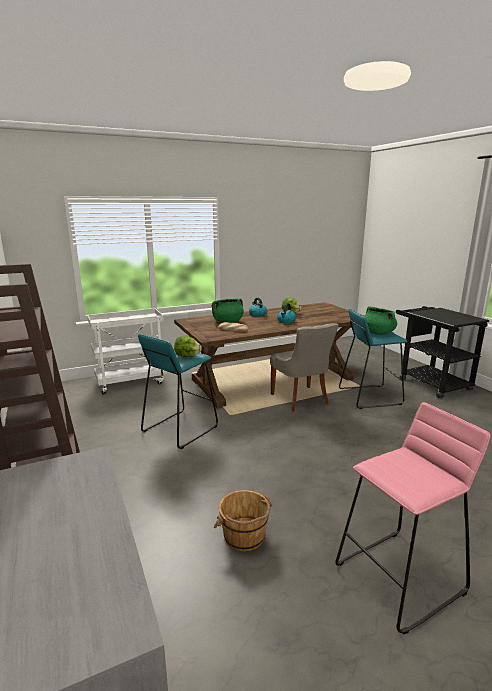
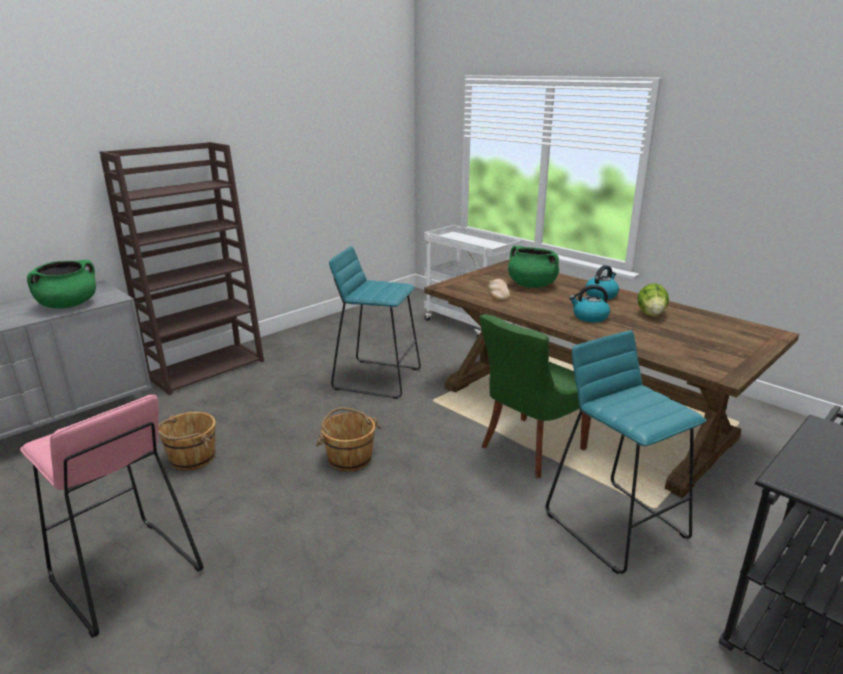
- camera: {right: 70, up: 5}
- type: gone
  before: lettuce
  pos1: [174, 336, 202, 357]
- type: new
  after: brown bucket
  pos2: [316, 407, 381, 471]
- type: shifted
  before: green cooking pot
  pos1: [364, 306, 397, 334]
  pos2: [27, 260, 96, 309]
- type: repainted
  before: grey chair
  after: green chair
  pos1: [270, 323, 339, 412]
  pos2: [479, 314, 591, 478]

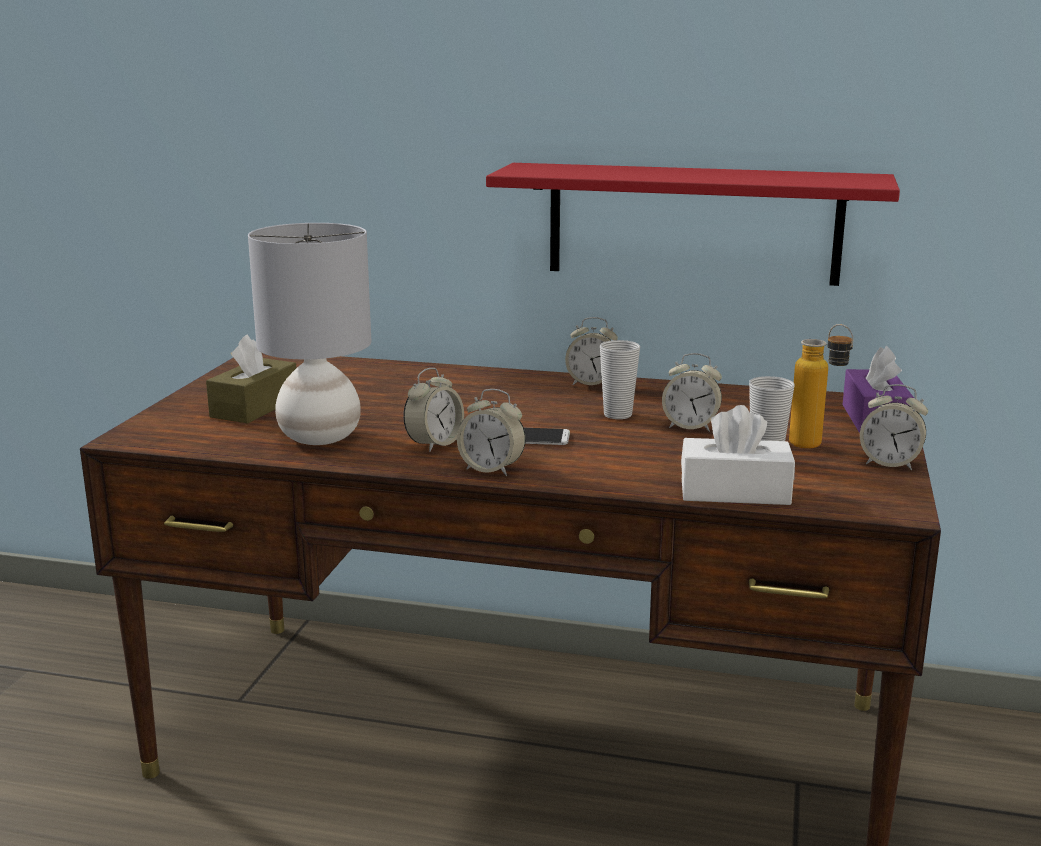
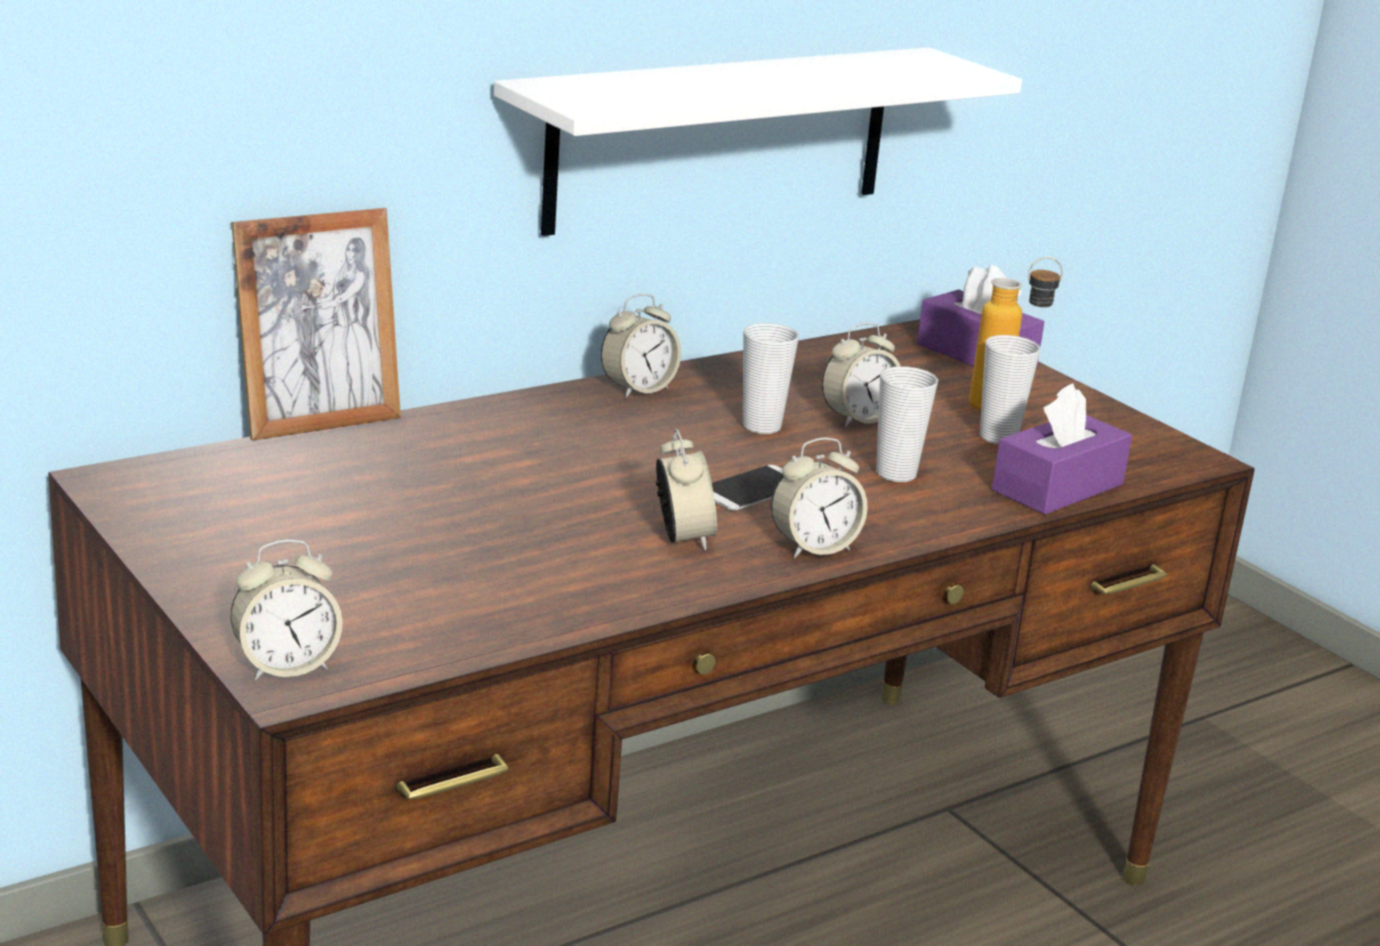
- camera: {right: -50, up: 5}
- type: gone
  before: brown tissue box
  pos1: [206, 334, 296, 423]
- type: gone
  before: grey table lamp
  pos1: [248, 223, 371, 445]
- type: new
  after: picture frame
  pos2: [231, 208, 401, 441]
- type: new
  after: cup
  pos2: [876, 366, 938, 482]
- type: shifted
  before: alarm clock
  pos1: [860, 384, 928, 470]
  pos2: [230, 539, 343, 681]
- type: repainted
  before: red shelf
  after: white shelf
  pos1: [486, 163, 900, 286]
  pos2: [494, 47, 1022, 236]
- type: repainted
  before: white tissue box
  after: purple tissue box
  pos1: [681, 405, 795, 505]
  pos2: [992, 383, 1132, 515]

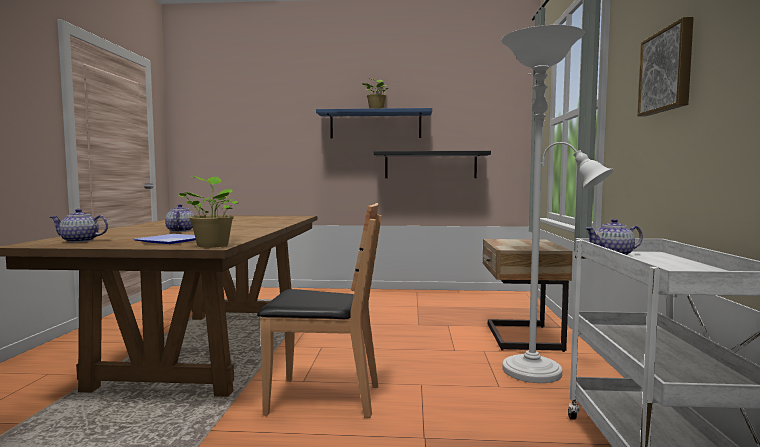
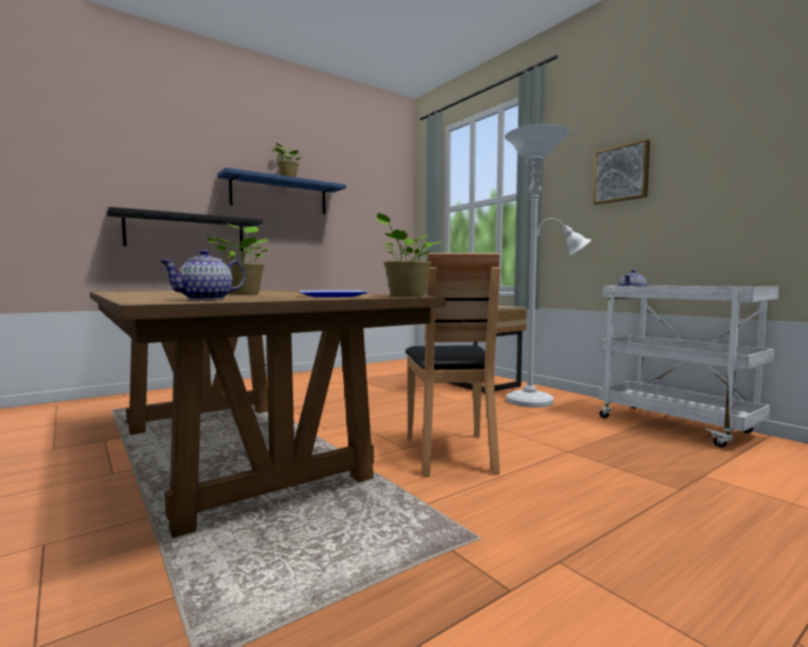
- camera: {right: -40, up: 0}
- type: shifted
  before: black shelf
  pos1: [374, 151, 491, 178]
  pos2: [107, 207, 263, 251]
- type: swapped
  before: teapot
  after: potted plant
  pos1: [165, 204, 195, 232]
  pos2: [207, 223, 269, 295]
- type: rotated
  before: brown chair
  pos1: [257, 203, 382, 418]
  pos2: [405, 253, 500, 476]
  turn: 120

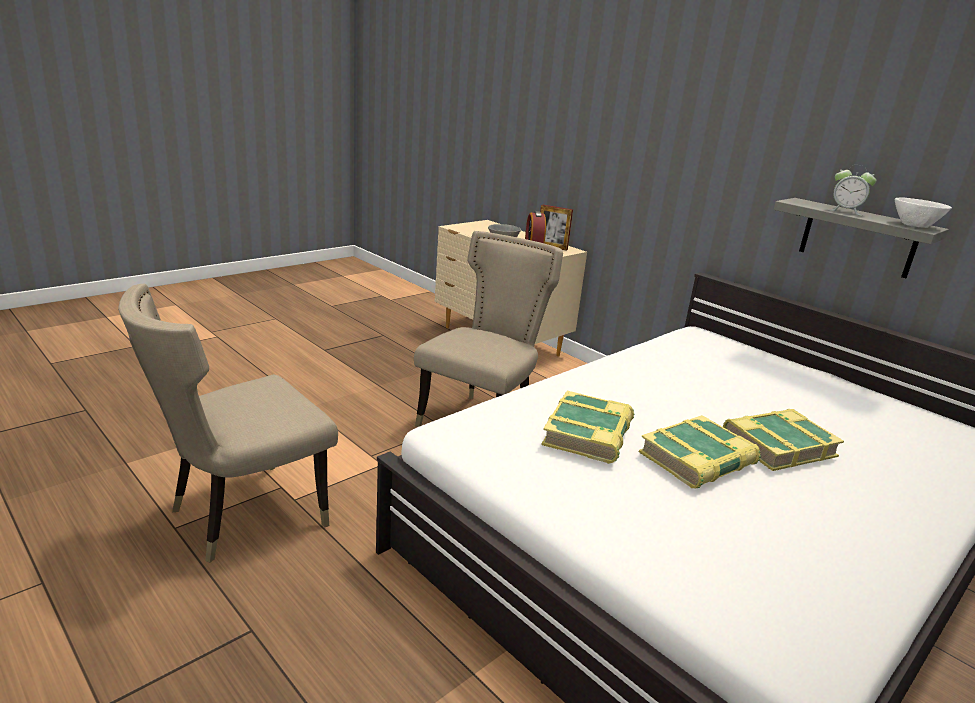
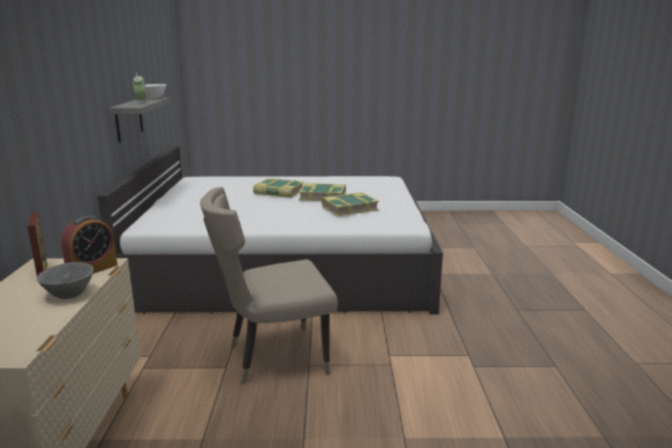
- camera: {right: -135, up: -5}
- type: gone
  before: beige chair
  pos1: [118, 284, 338, 563]

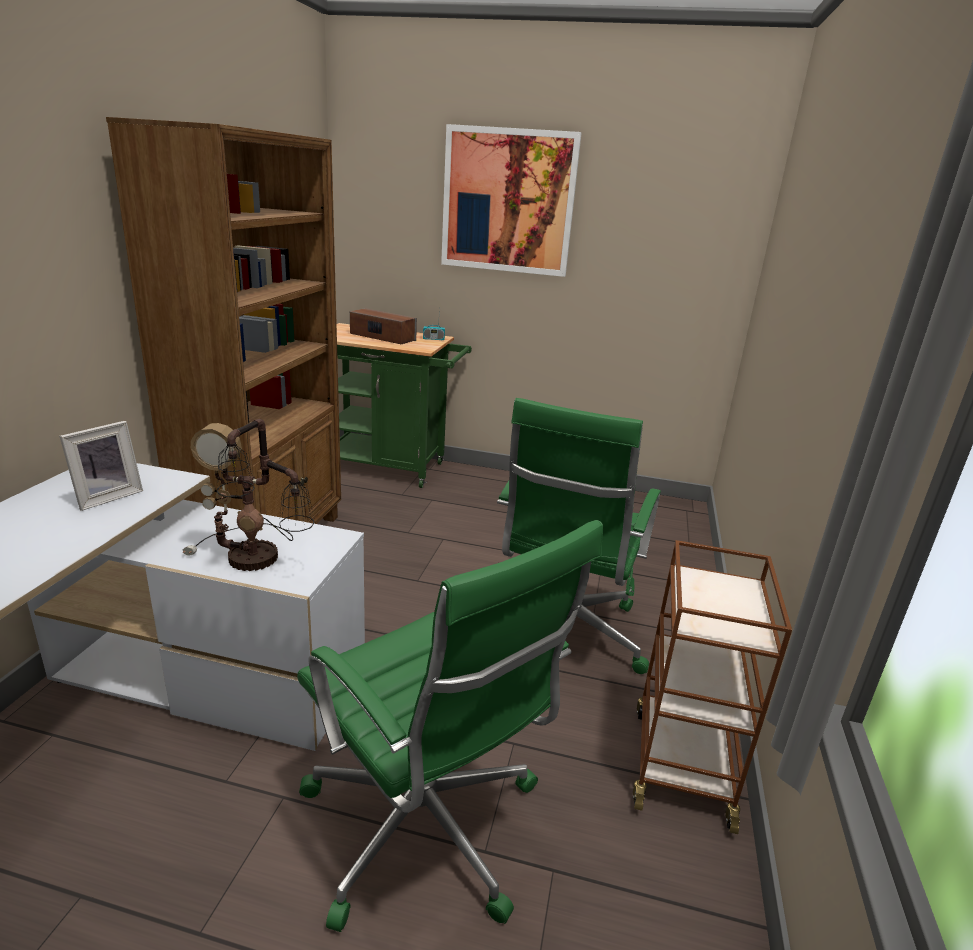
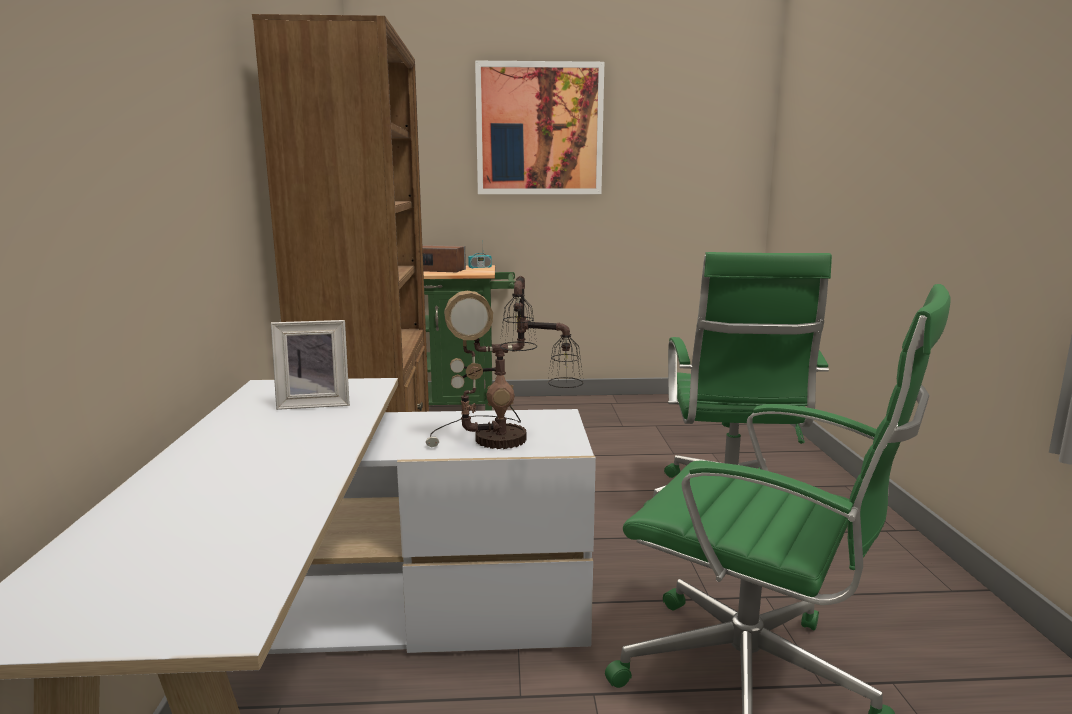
- camera: {right: -15, up: -10}
- type: gone
  before: brown cart
  pos1: [633, 540, 792, 834]
- type: rotated
  before: picture frame
  pos1: [59, 421, 143, 511]
  pos2: [271, 320, 350, 410]
  turn: 60

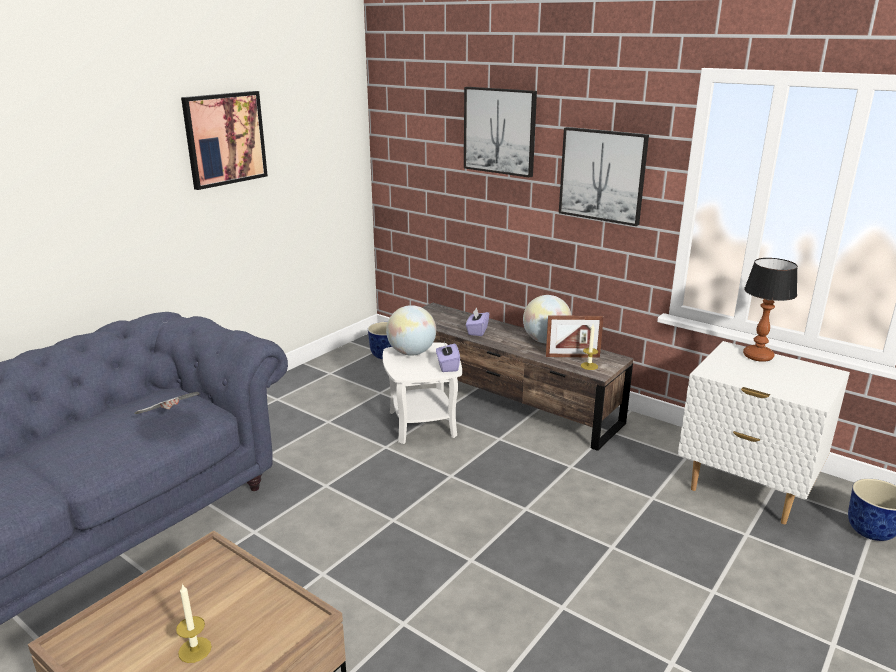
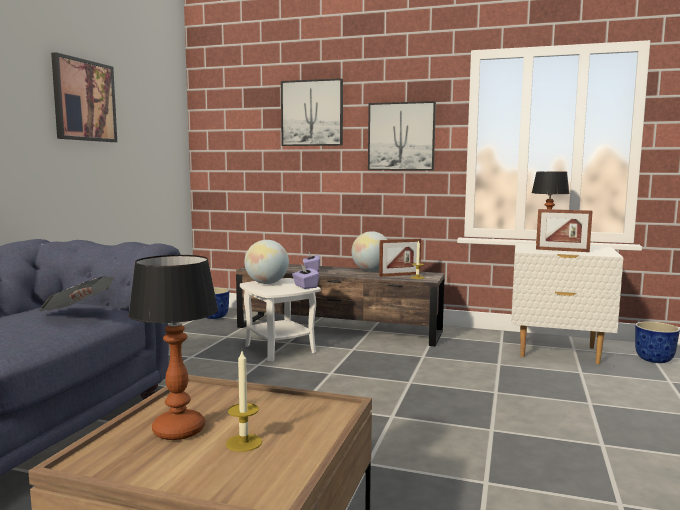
- camera: {right: -20, up: -15}
- type: new
  after: table lamp
  pos2: [128, 255, 218, 440]
- type: new
  after: picture frame
  pos2: [536, 209, 593, 252]

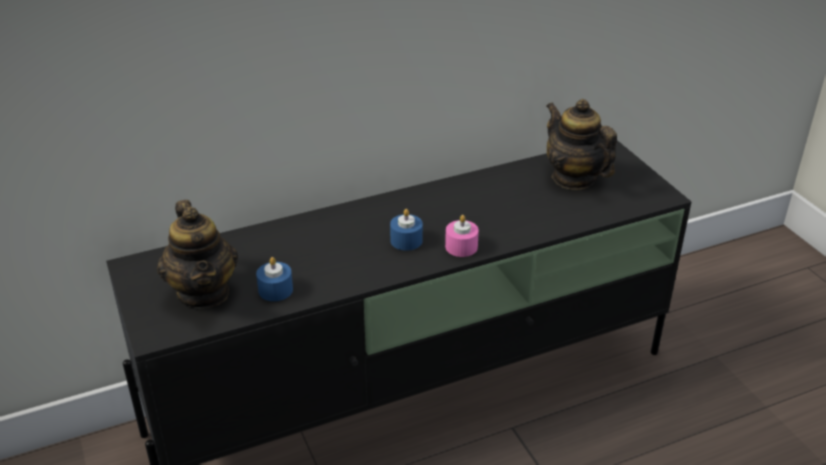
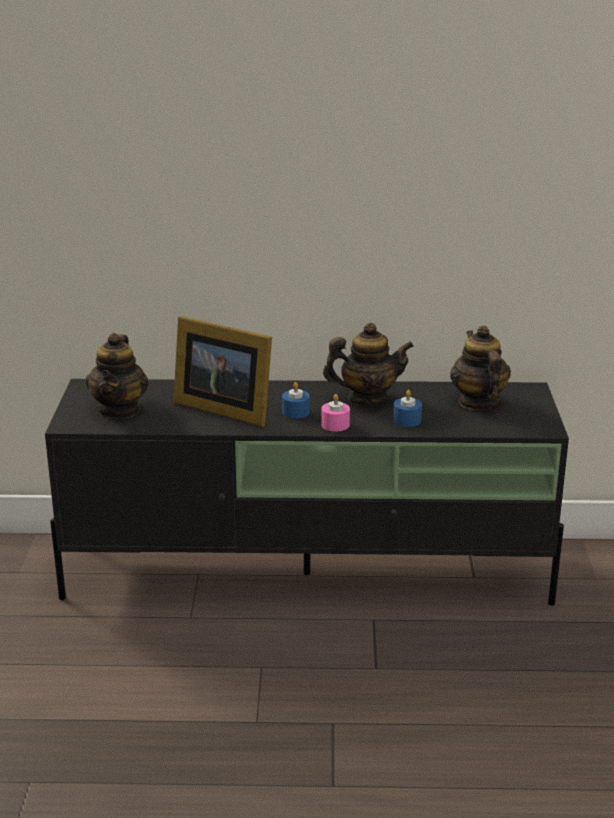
- camera: {right: 25, up: -10}
- type: new
  after: picture frame
  pos2: [173, 316, 272, 427]
- type: new
  after: teapot
  pos2: [323, 322, 414, 405]
- type: shifted
  before: blue candle
  pos1: [256, 257, 293, 301]
  pos2: [393, 390, 422, 427]

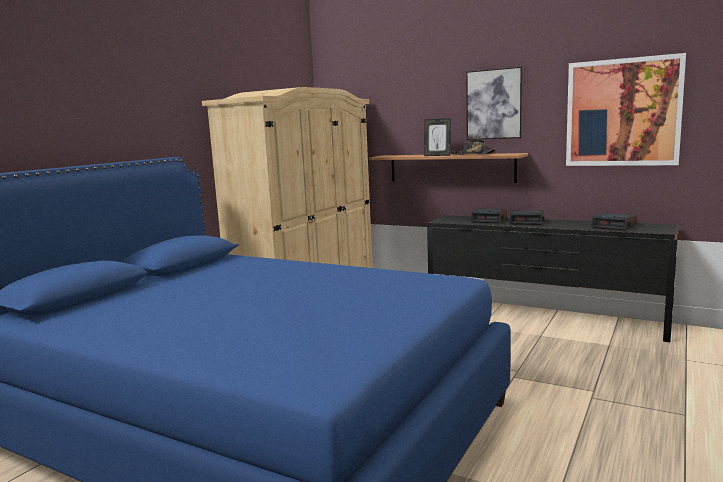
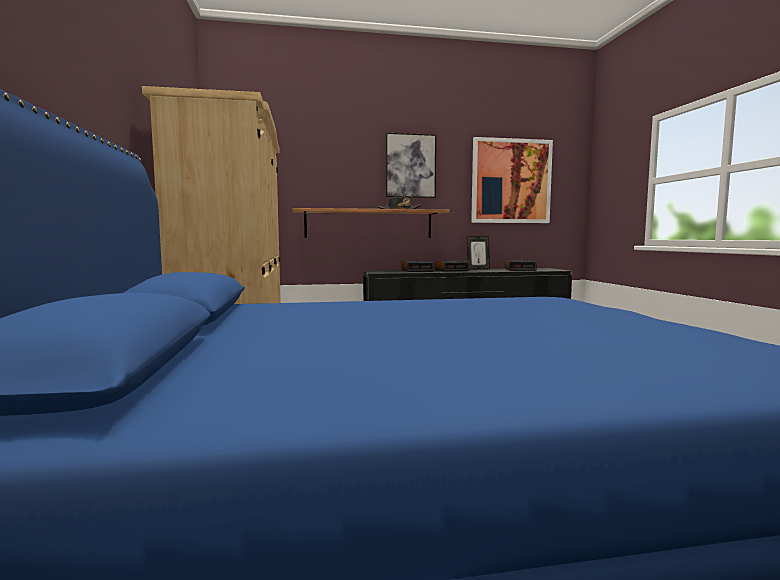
- camera: {right: -40, up: -5}
- type: shifted
  before: picture frame
  pos1: [424, 118, 451, 156]
  pos2: [467, 236, 490, 270]

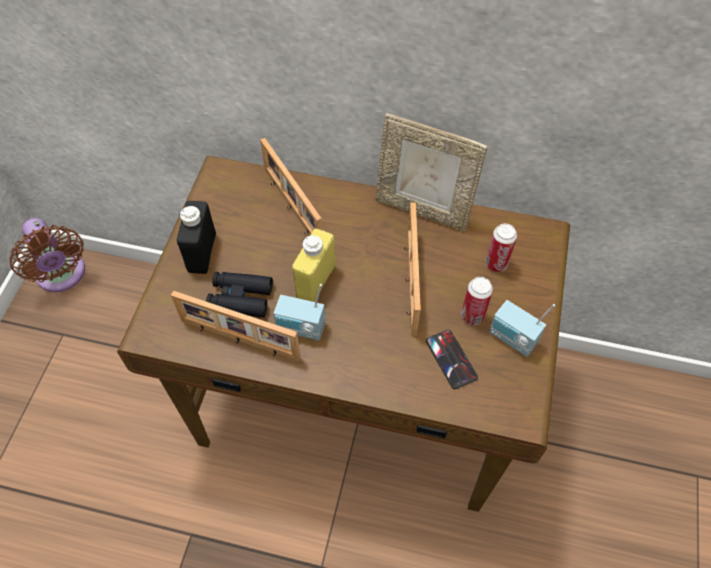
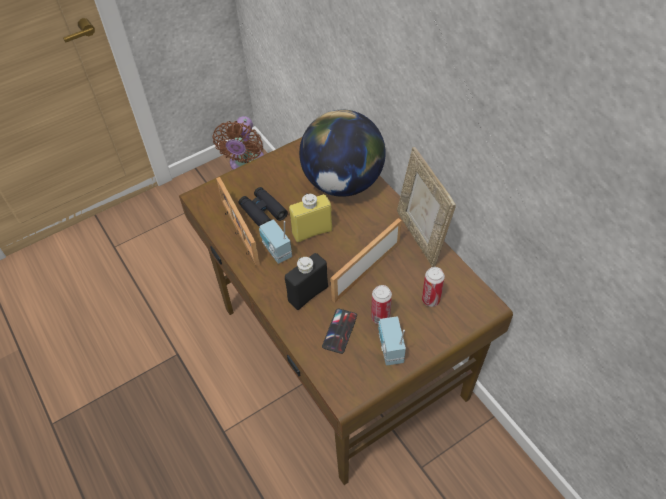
- camera: {right: 45, up: -5}
- type: shifted
  before: black bottle
  pos1: [177, 201, 216, 274]
  pos2: [285, 253, 328, 310]
- type: swapped
  before: picture frame
  after: globe
  pos1: [260, 138, 322, 235]
  pos2: [299, 110, 385, 197]

